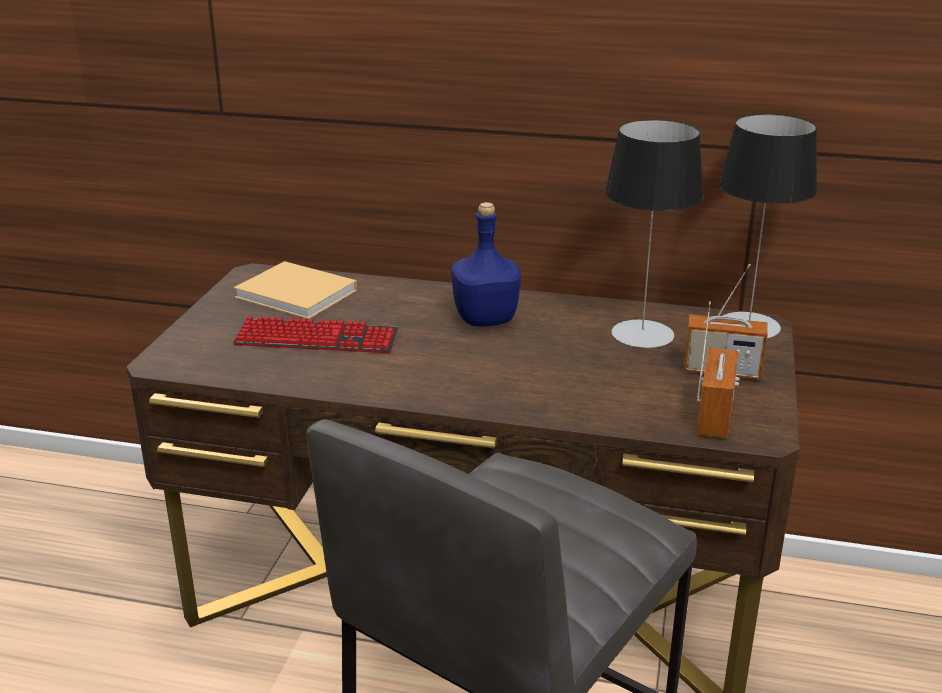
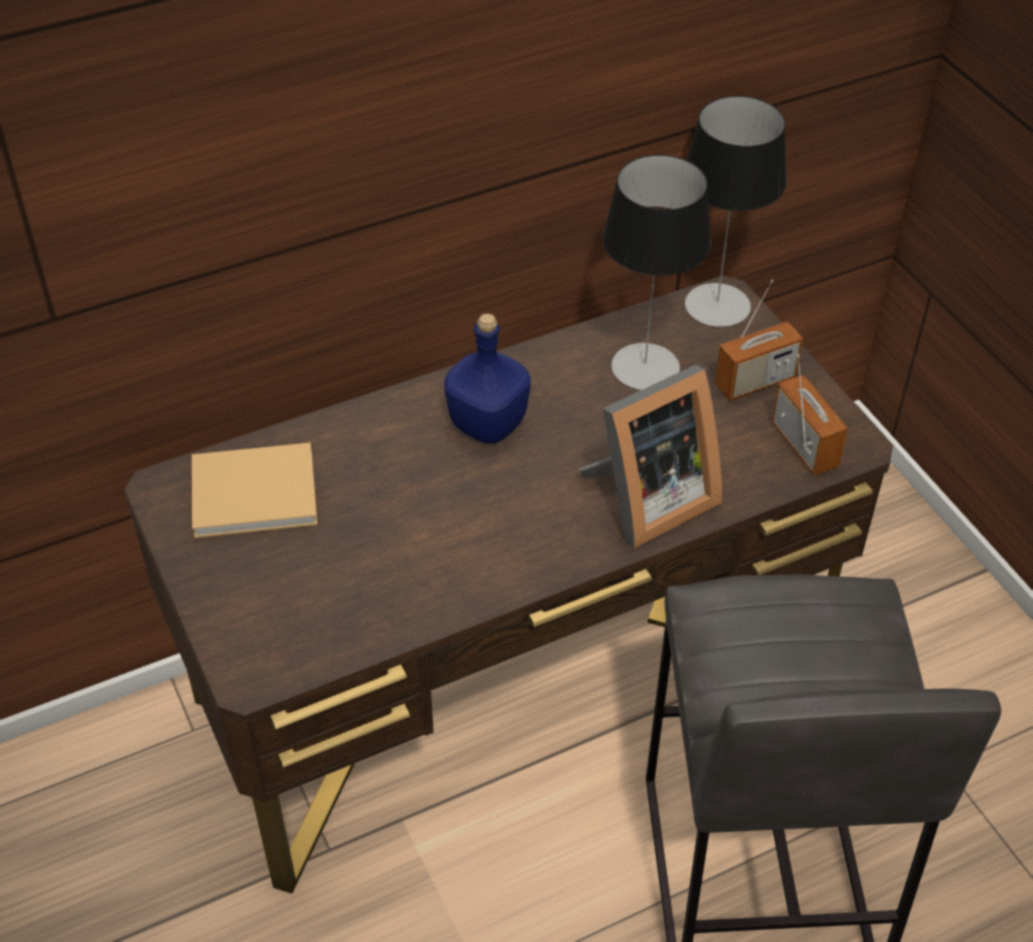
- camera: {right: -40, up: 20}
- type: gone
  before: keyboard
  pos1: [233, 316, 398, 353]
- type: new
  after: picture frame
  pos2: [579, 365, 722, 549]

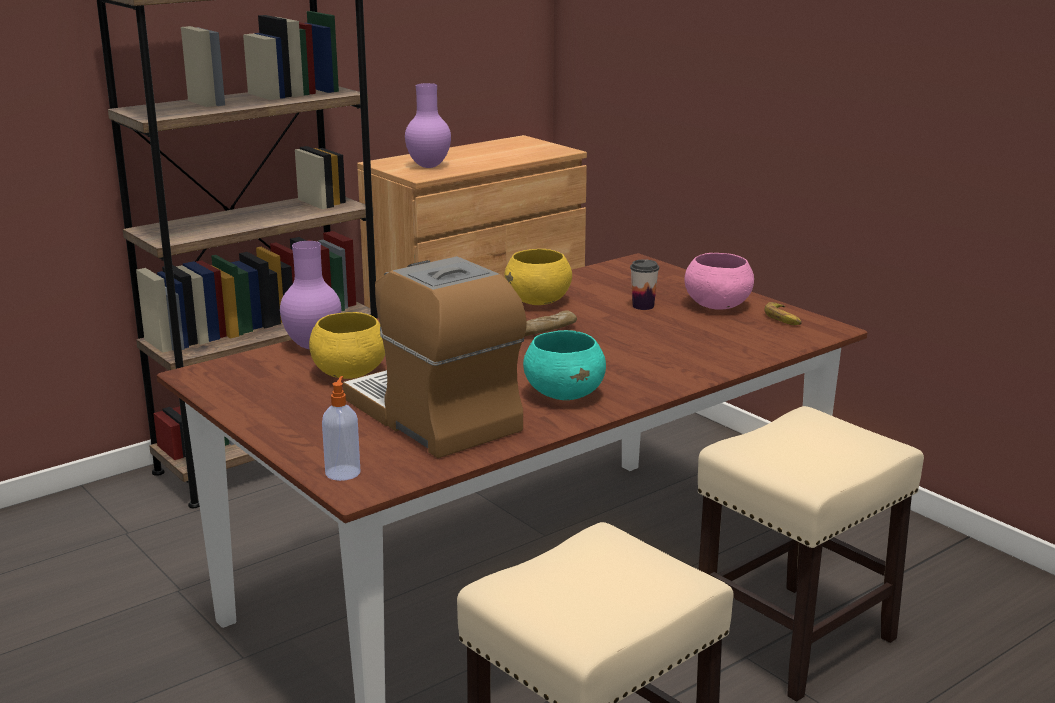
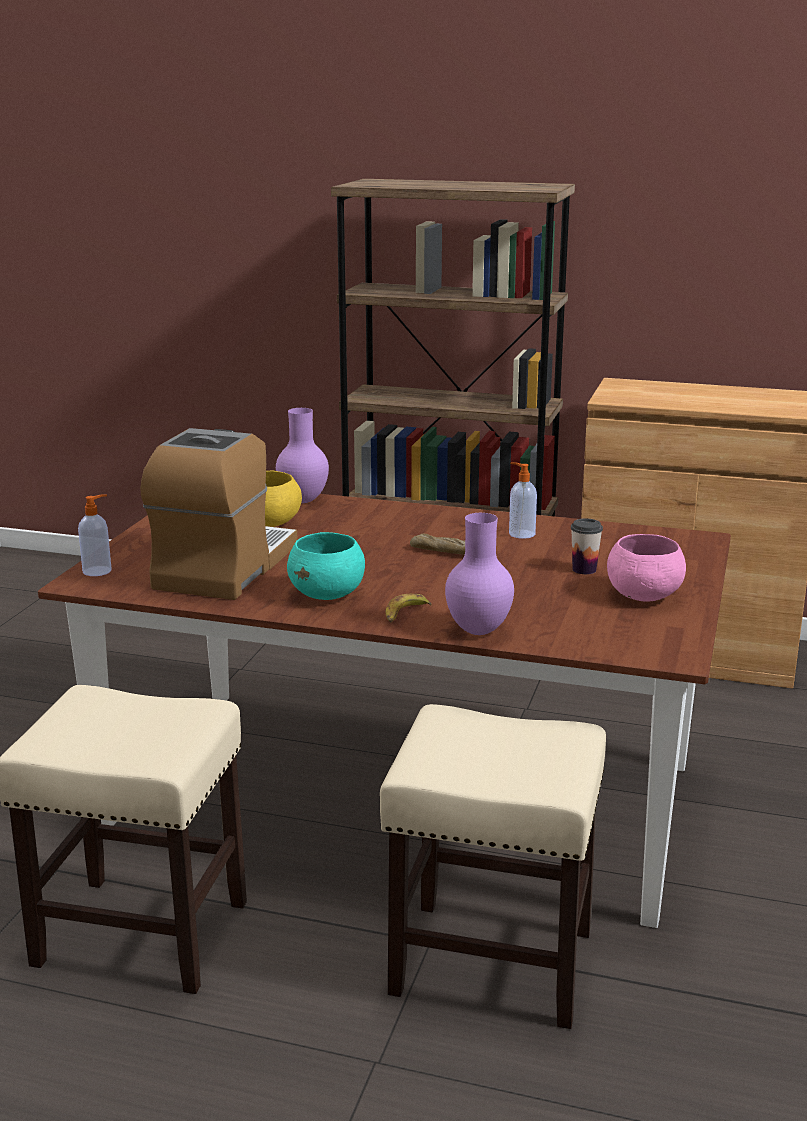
- camera: {right: 55, up: 0}
- type: shifted
  before: purple vase
  pos1: [405, 83, 451, 168]
  pos2: [445, 513, 514, 635]
- type: shifted
  before: banana
  pos1: [764, 302, 802, 325]
  pos2: [386, 594, 432, 623]
- type: swapped
  before: yellow bowl
  after: soap dispenser
  pos1: [504, 249, 572, 305]
  pos2: [509, 462, 537, 539]

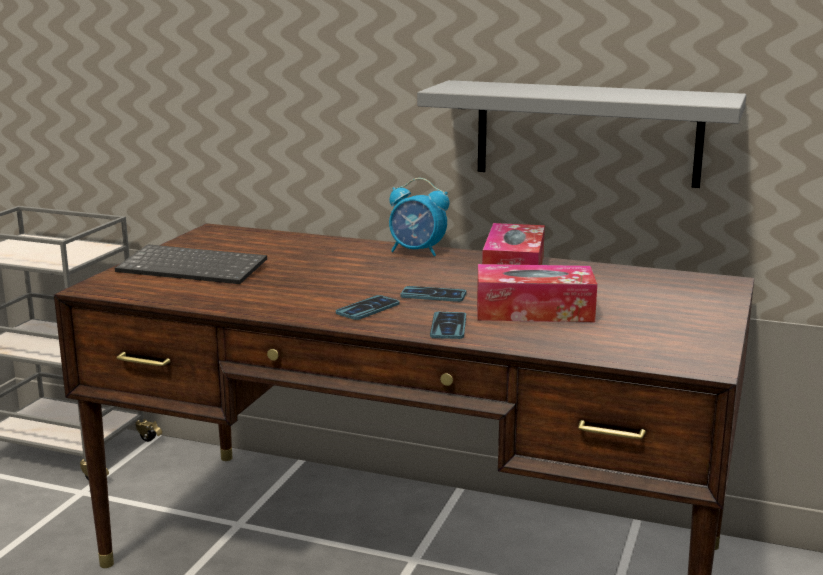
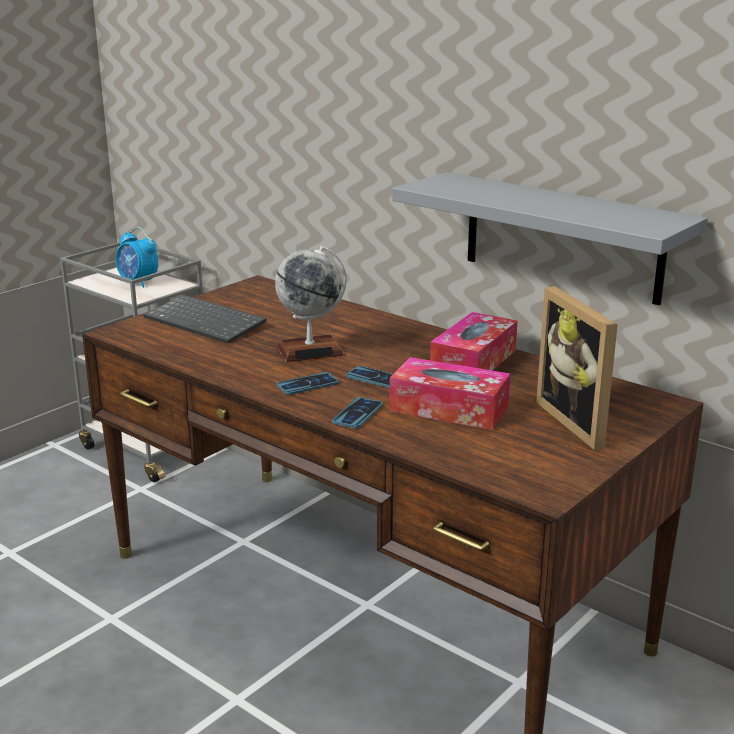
- camera: {right: 20, up: 5}
- type: new
  after: globe
  pos2: [275, 246, 347, 362]
- type: new
  after: picture frame
  pos2: [536, 286, 618, 450]
- type: shifted
  before: alarm clock
  pos1: [389, 178, 449, 256]
  pos2: [116, 227, 158, 288]

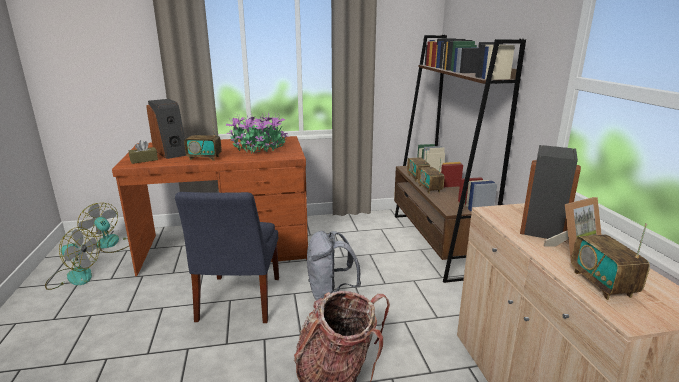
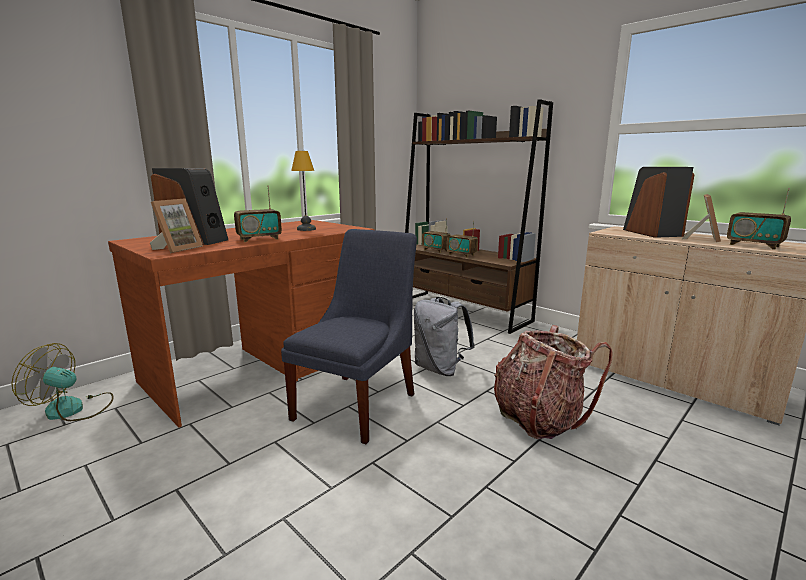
- camera: {right: -35, up: -5}
- type: gone
  before: fan
  pos1: [45, 227, 99, 290]
- type: swapped
  before: brown tissue box
  after: picture frame
  pos1: [129, 140, 158, 164]
  pos2: [150, 198, 203, 253]
- type: swapped
  before: potted plant
  after: table lamp
  pos1: [226, 113, 289, 154]
  pos2: [291, 151, 316, 231]
- type: rotated
  before: blue chair
  pos1: [175, 192, 279, 323]
  pos2: [281, 229, 417, 444]
  turn: -120

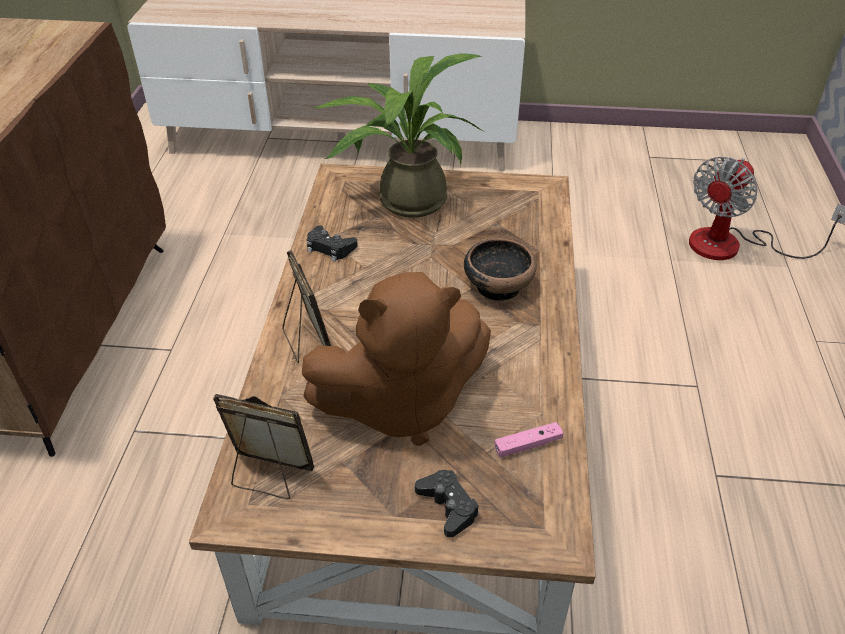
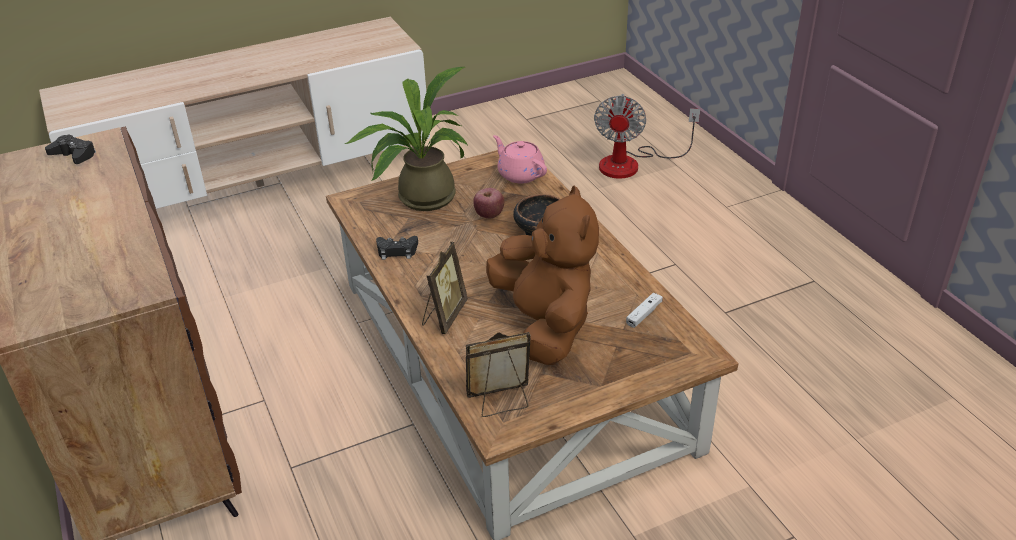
- camera: {right: -30, up: -5}
- type: new
  after: apple
  pos2: [473, 188, 504, 218]
- type: new
  after: pink teapot
  pos2: [493, 135, 547, 183]
- type: shifted
  before: black game controller
  pos1: [415, 470, 479, 538]
  pos2: [45, 134, 96, 164]
- type: repainted
  before: pink game controller
  after: white game controller
  pos1: [495, 422, 563, 457]
  pos2: [626, 293, 663, 328]
- type: rotated
  before: picture frame
  pos1: [283, 250, 331, 363]
  pos2: [422, 242, 468, 334]
  turn: 75
- type: rotated
  before: brown plush toy
  pos1: [302, 272, 491, 446]
  pos2: [486, 186, 599, 365]
  turn: -60

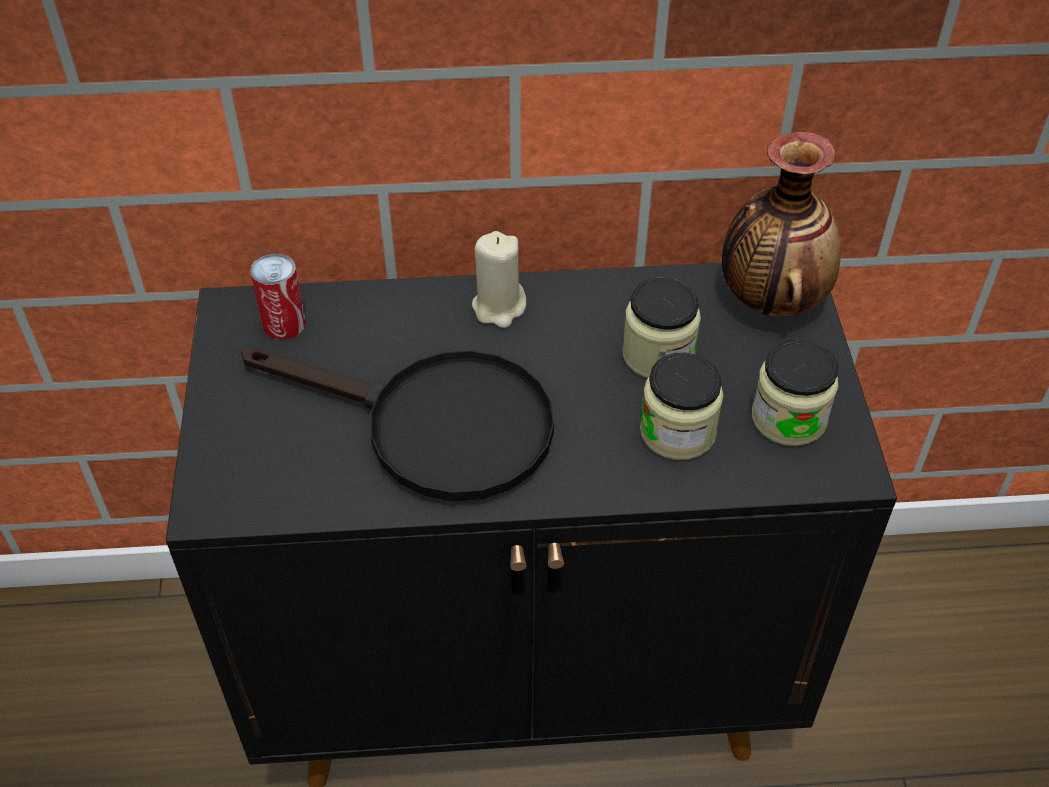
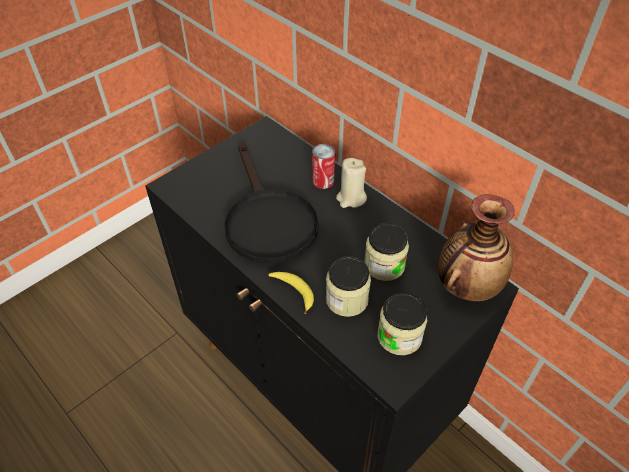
- camera: {right: 50, up: 0}
- type: new
  after: banana
  pos2: [269, 272, 314, 314]
- type: shifted
  before: can
  pos1: [250, 254, 306, 340]
  pos2: [312, 144, 335, 189]

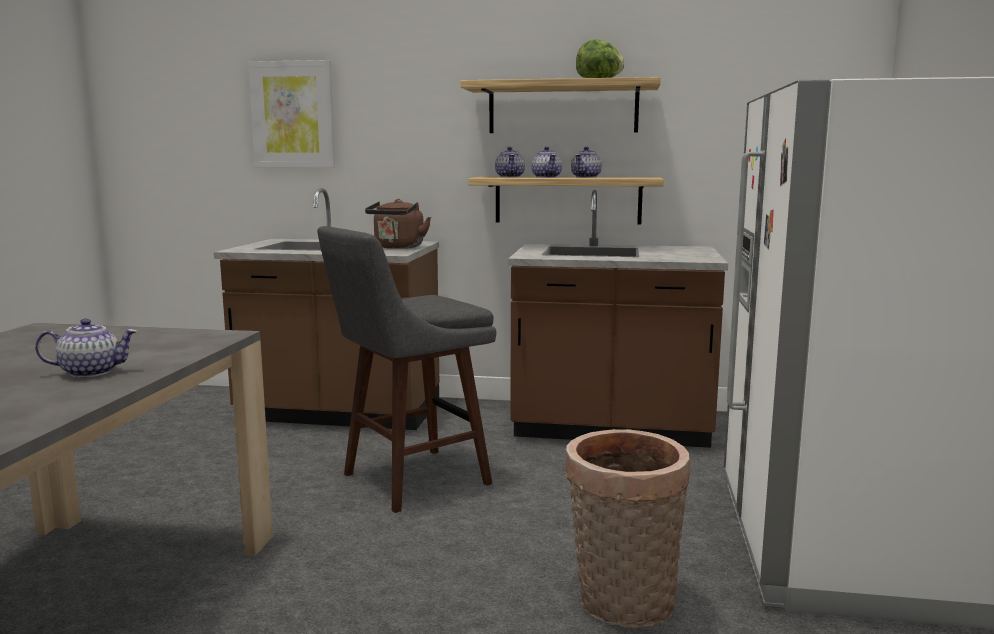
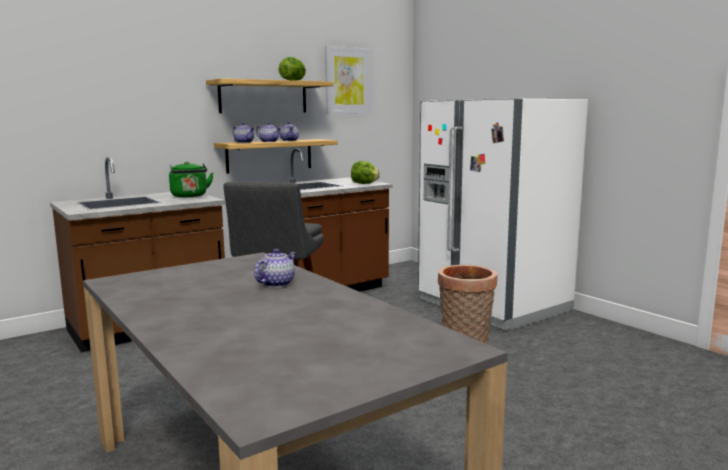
- camera: {right: -45, up: 0}
- type: new
  after: lettuce
  pos2: [351, 161, 380, 184]
- type: shifted
  before: picture
  pos1: [248, 60, 335, 168]
  pos2: [325, 46, 371, 114]
- type: repainted
  before: brown kettle
  after: green kettle
  pos1: [365, 199, 431, 249]
  pos2: [169, 161, 213, 197]

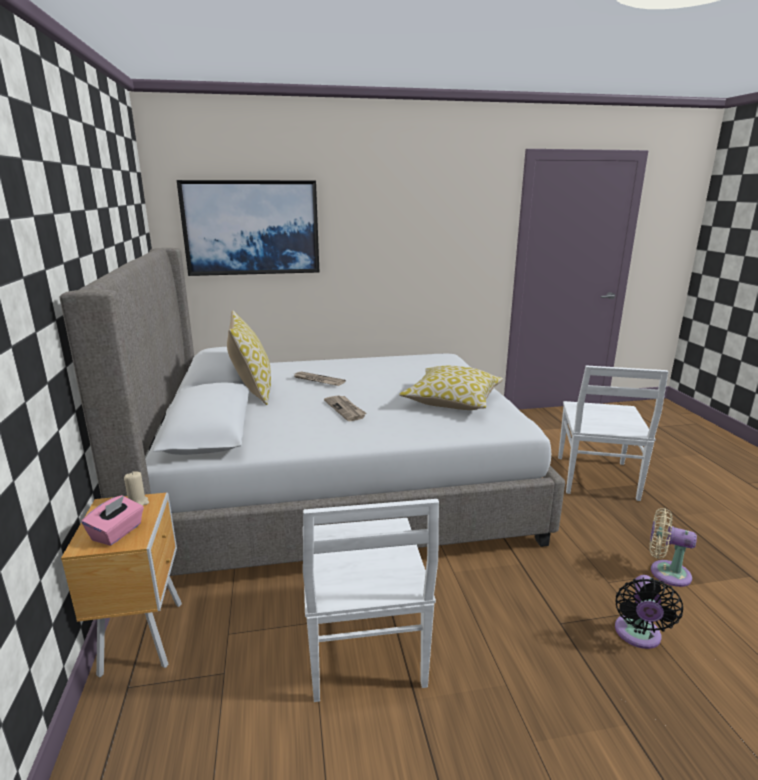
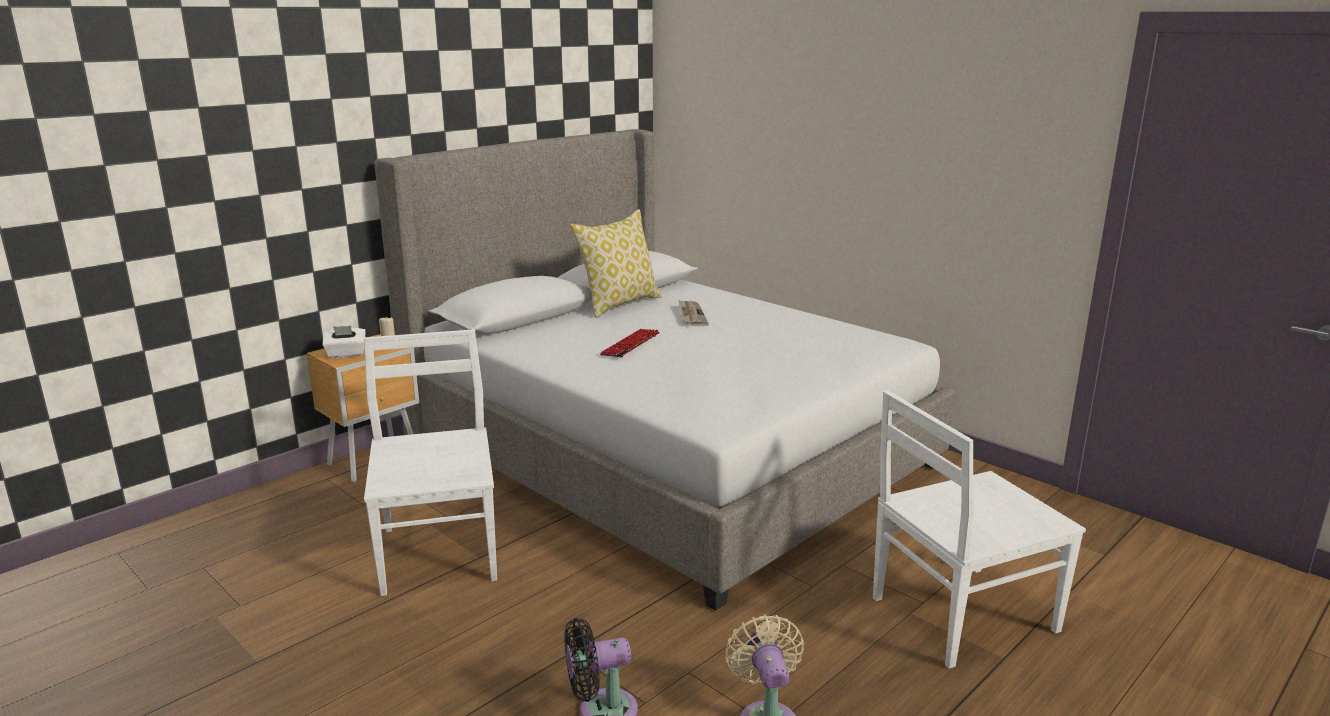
- camera: {right: 55, up: 0}
- type: gone
  before: picture
  pos1: [177, 180, 319, 276]
- type: gone
  before: pillow
  pos1: [399, 366, 503, 410]
- type: swapped
  before: newspaper
  after: keyboard
  pos1: [324, 395, 367, 421]
  pos2: [600, 329, 660, 357]
- type: repainted
  before: pink tissue box
  after: white tissue box
  pos1: [81, 495, 144, 546]
  pos2: [323, 326, 366, 358]
- type: rotated
  before: white chair
  pos1: [303, 499, 439, 702]
  pos2: [364, 329, 497, 596]
  turn: 120

